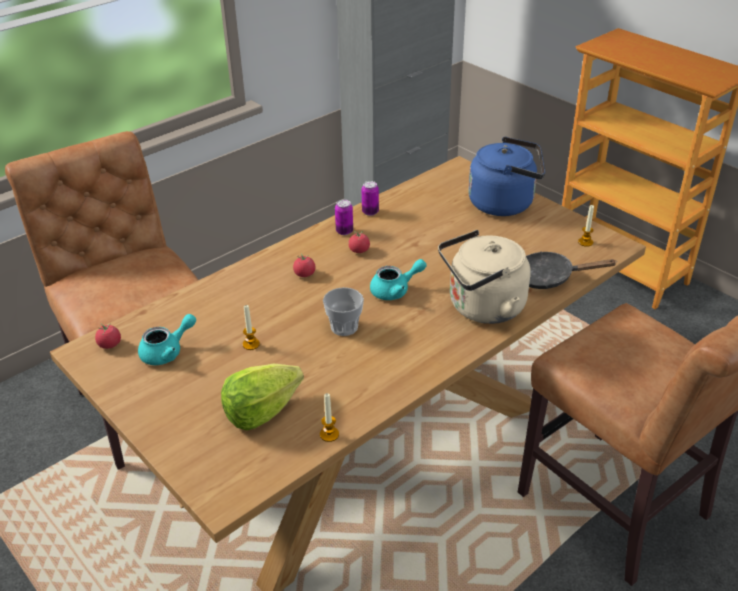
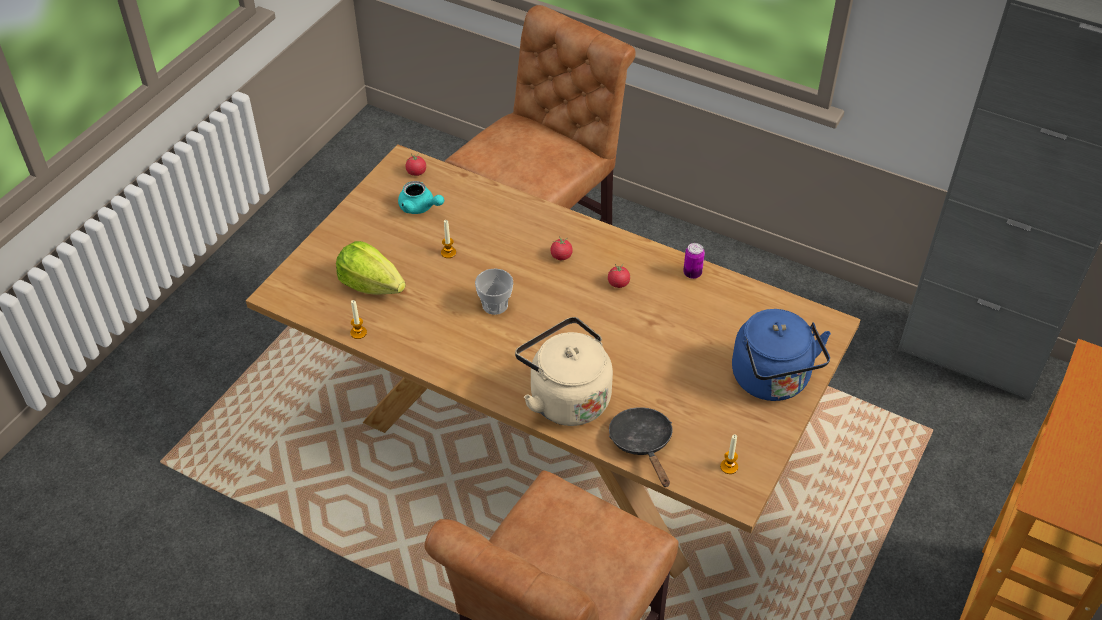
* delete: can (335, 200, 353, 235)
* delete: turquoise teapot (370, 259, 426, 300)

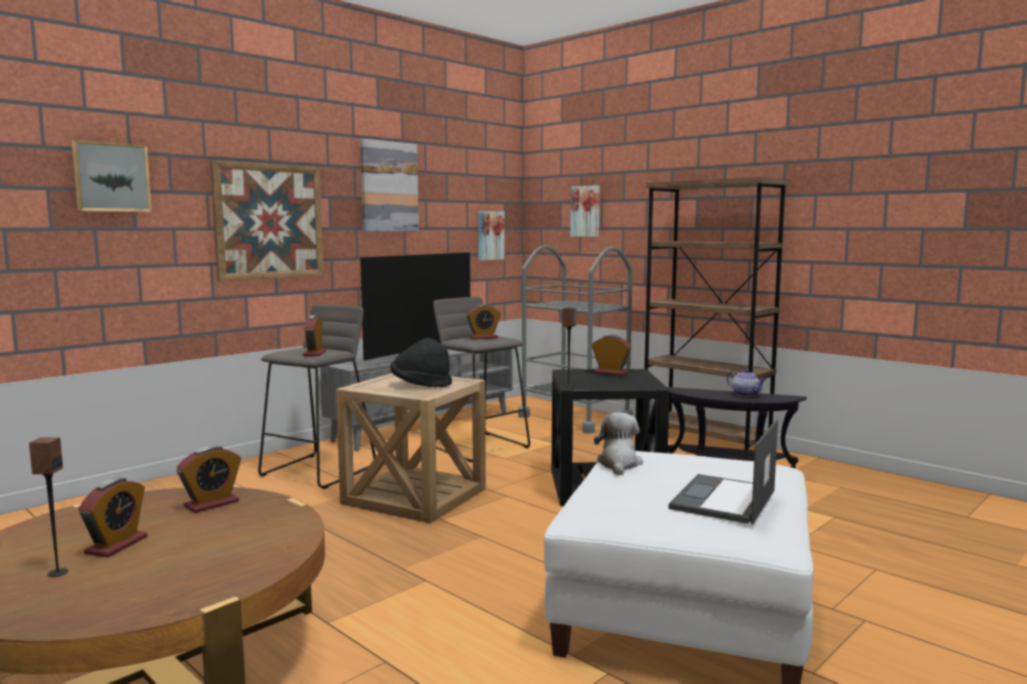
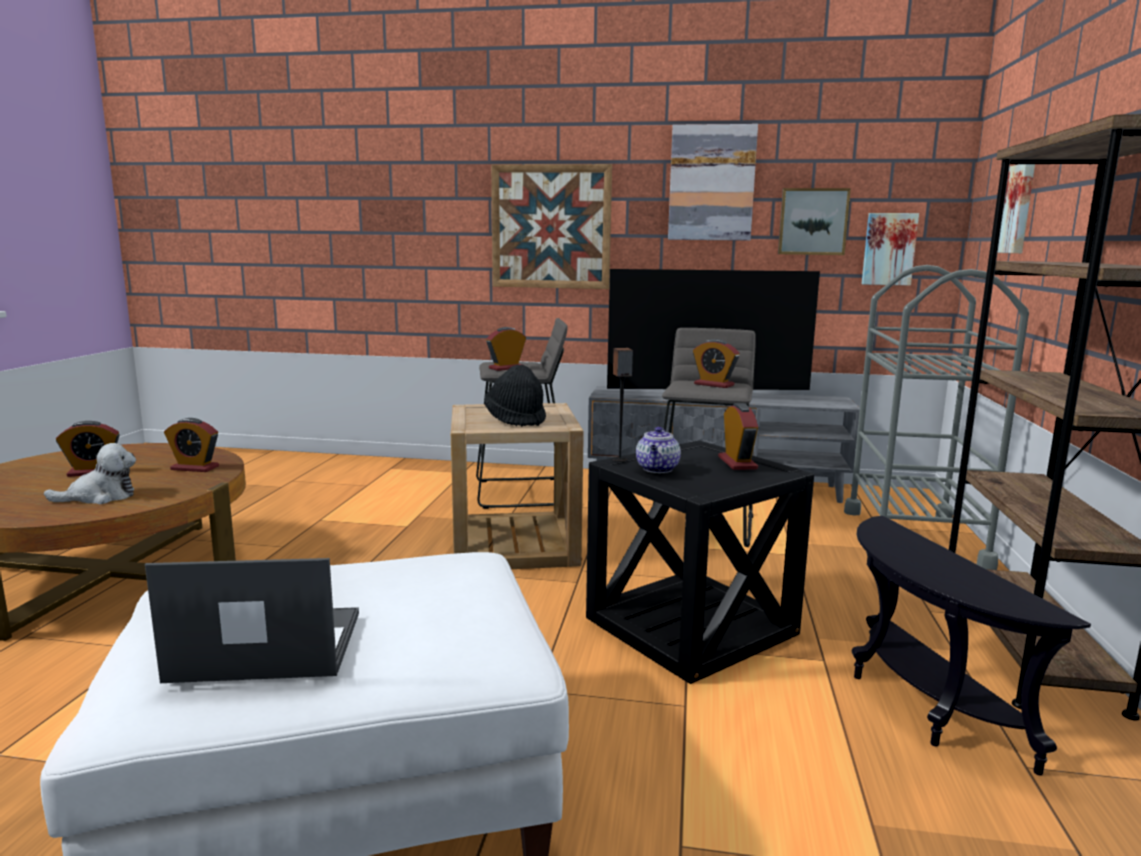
* delete: speaker (29, 437, 68, 577)
* move: picture (72, 140, 152, 212) to (778, 188, 851, 255)
* move: plush toy (594, 413, 643, 476) to (44, 443, 136, 504)
* move: teapot (727, 369, 766, 396) to (636, 427, 681, 473)

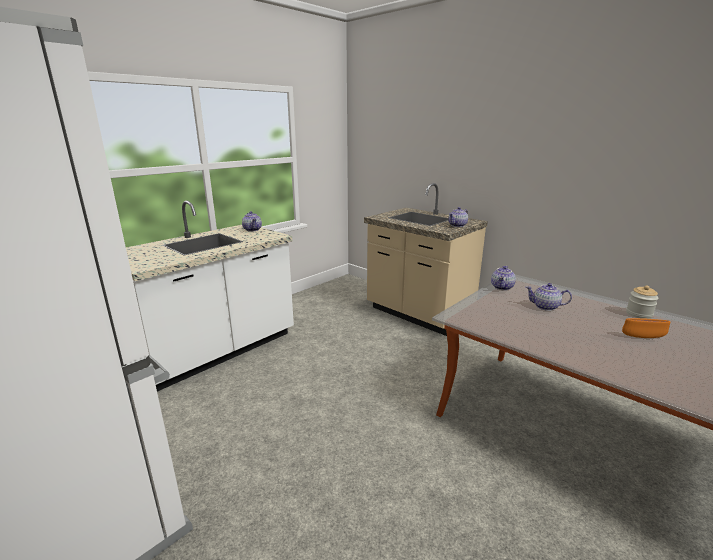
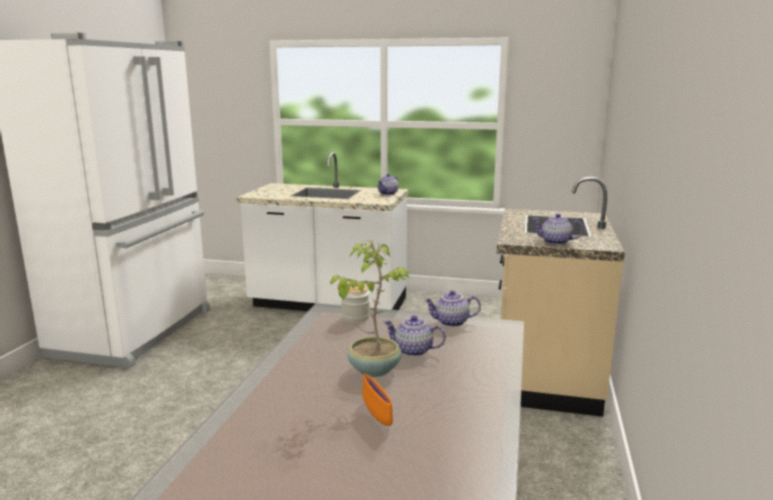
* rotate: teapot (526, 283, 572, 311) = (383, 316, 446, 357) 60 degrees counterclockwise
* move: jar (626, 285, 659, 319) to (341, 282, 370, 323)
* insert: potted plant (330, 240, 409, 377)

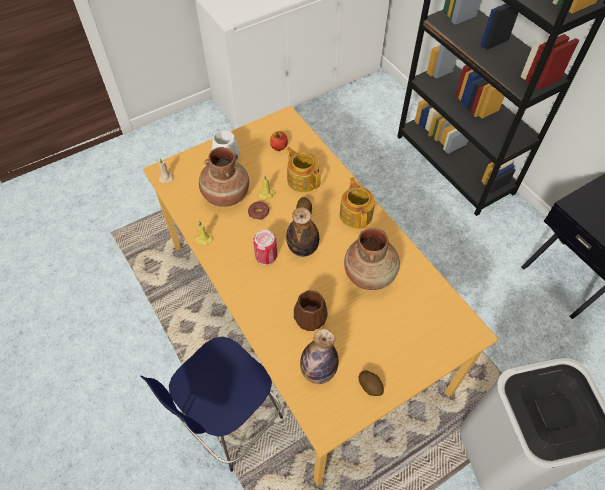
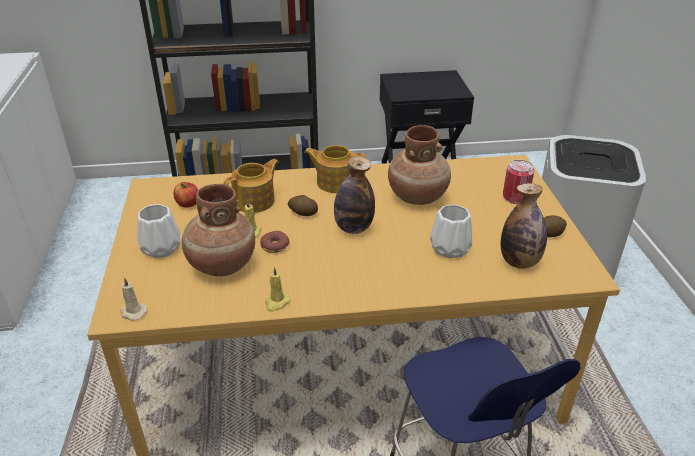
* move: can (253, 230, 277, 265) to (503, 160, 534, 204)
* rotate: teapot (286, 147, 321, 192) = (223, 159, 279, 213) 150 degrees clockwise
* recolor: brown vase (294, 290, 328, 331) to white vase (430, 205, 472, 258)

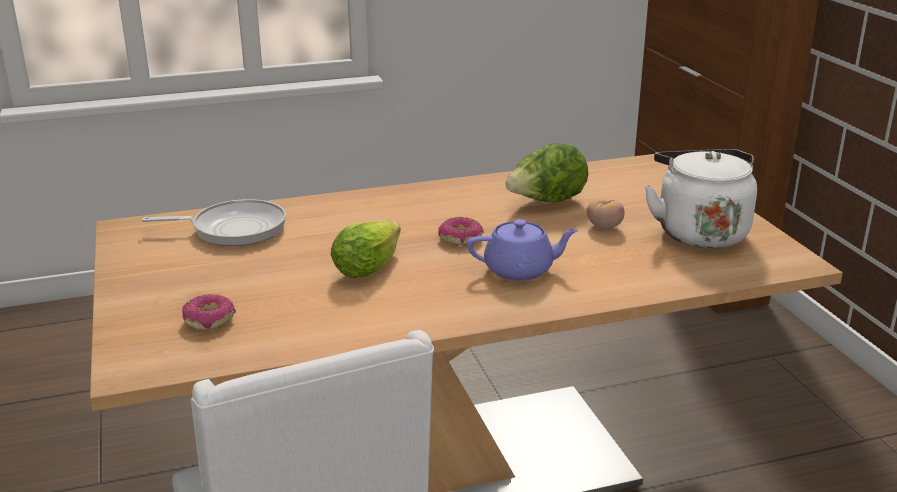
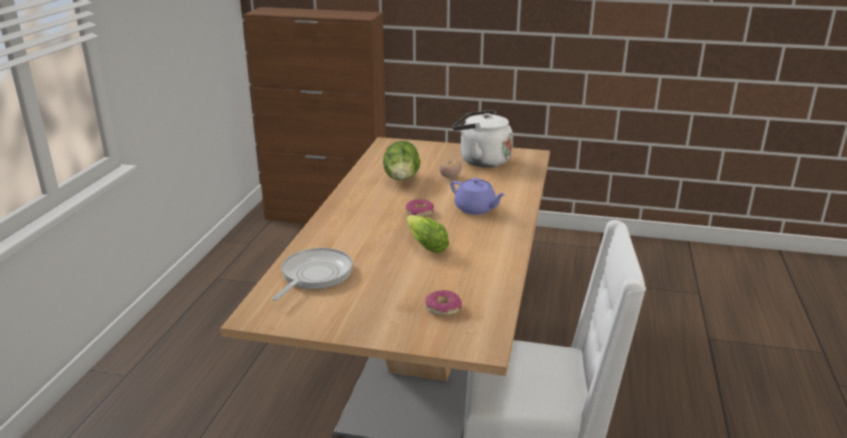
* rotate: purple teapot (467, 219, 579, 281) = (450, 178, 506, 215) 105 degrees clockwise

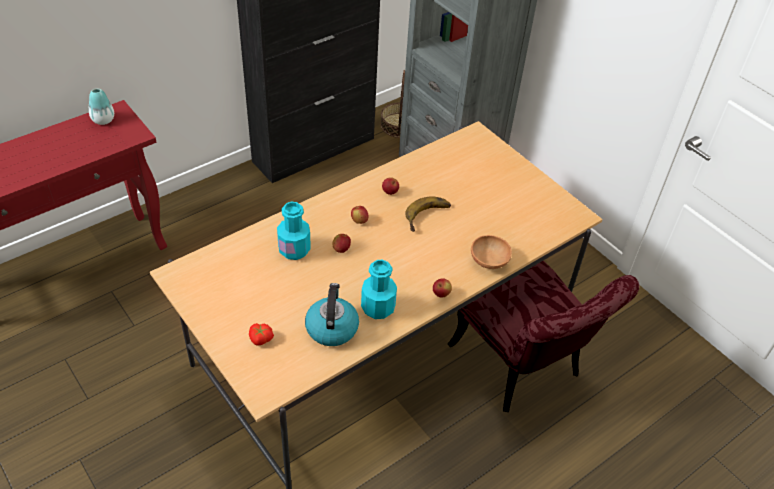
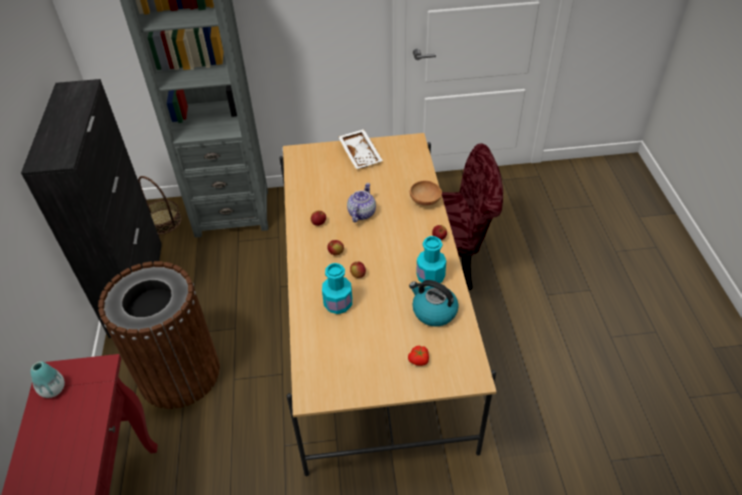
* replace: banana (405, 197, 451, 232) to teapot (347, 183, 376, 222)
* insert: brown trash can (98, 261, 220, 409)
* insert: white tray (338, 129, 383, 169)

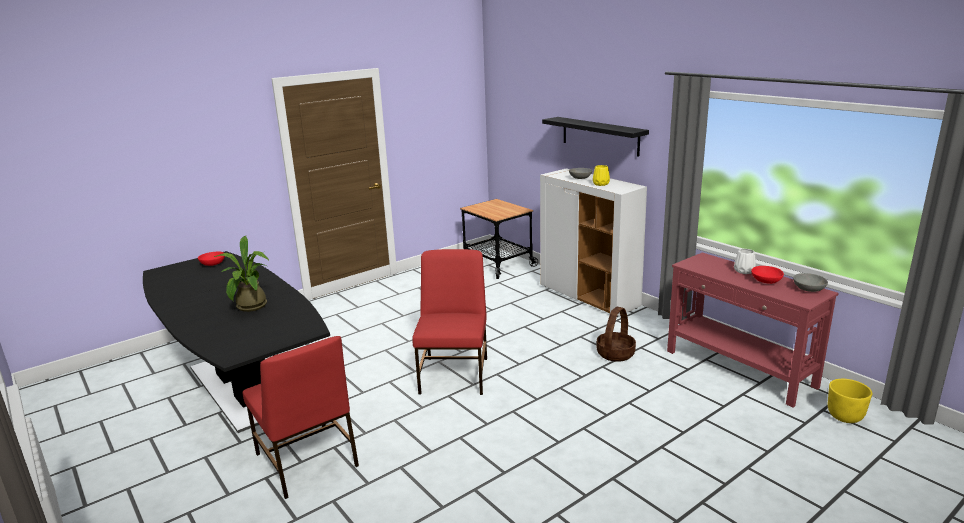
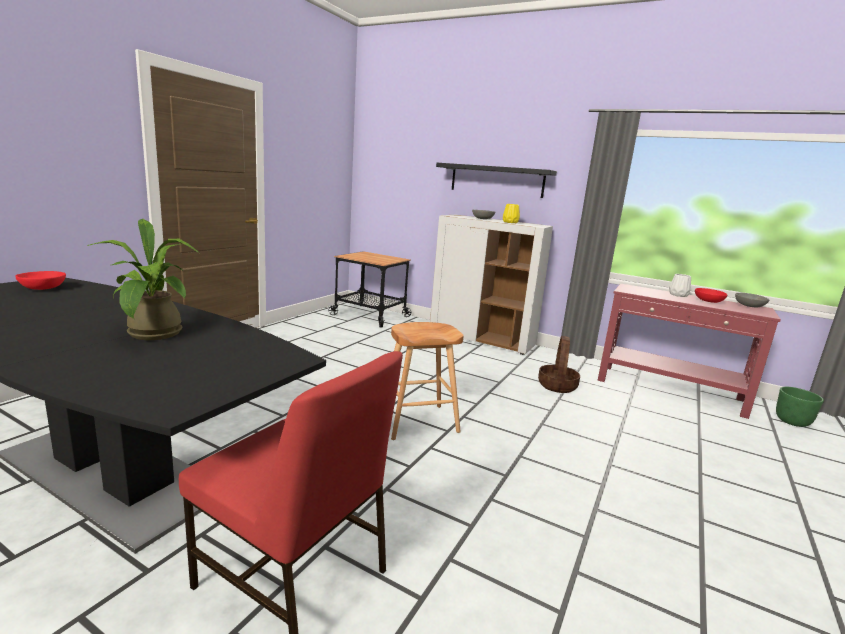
* replace: red chair (412, 249, 487, 395) to brown stool (391, 322, 464, 440)
* recolor: yellow planter (828, 379, 872, 423) to green planter (776, 387, 824, 427)

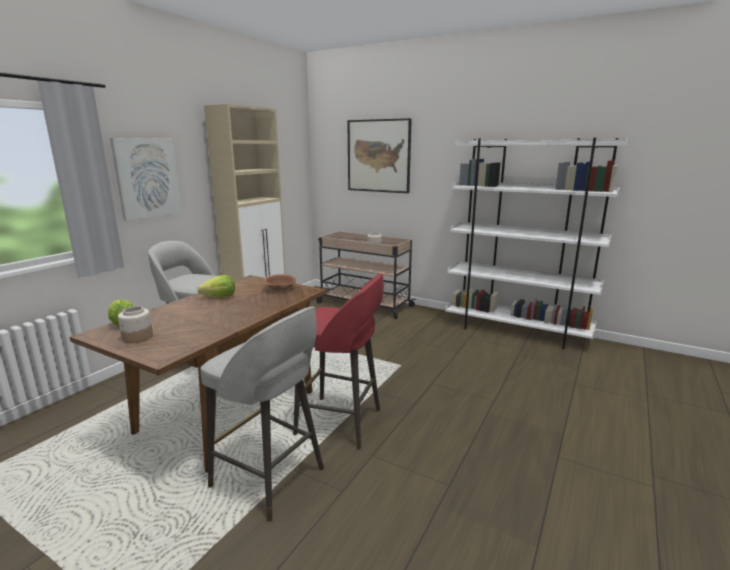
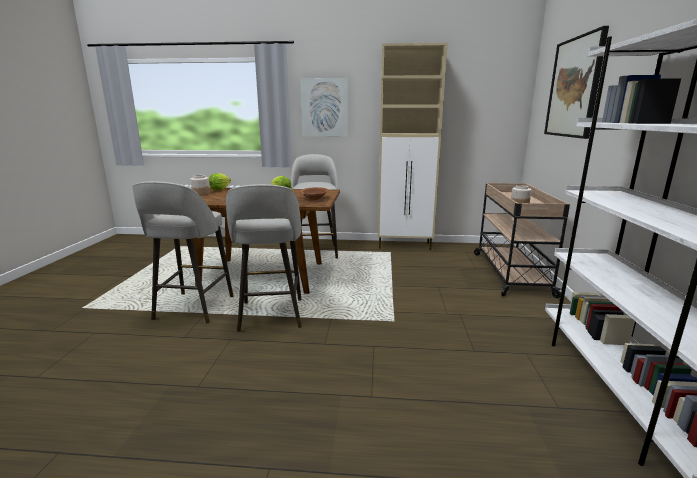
* recolor: red stool (293, 273, 384, 449) to grey stool (226, 184, 302, 332)

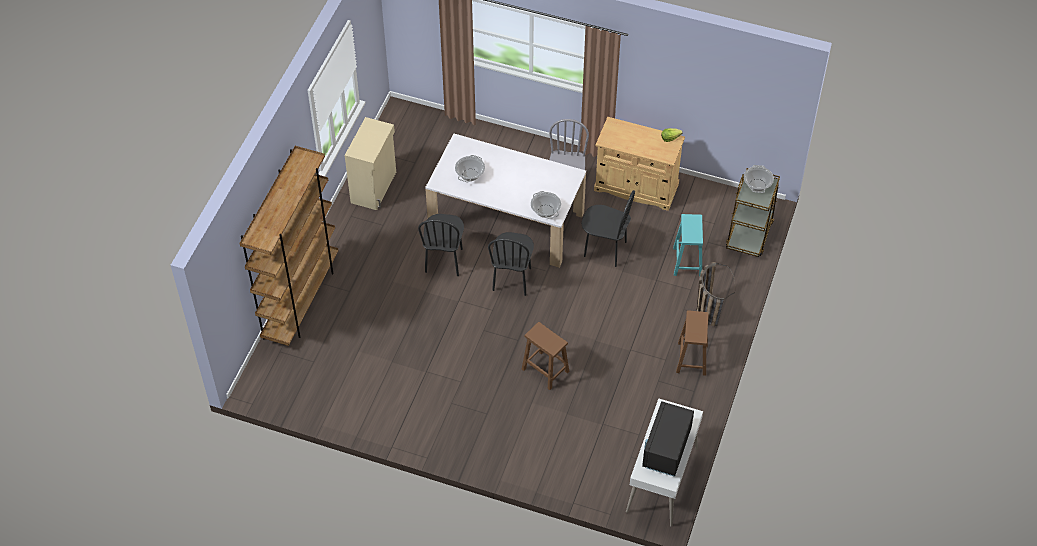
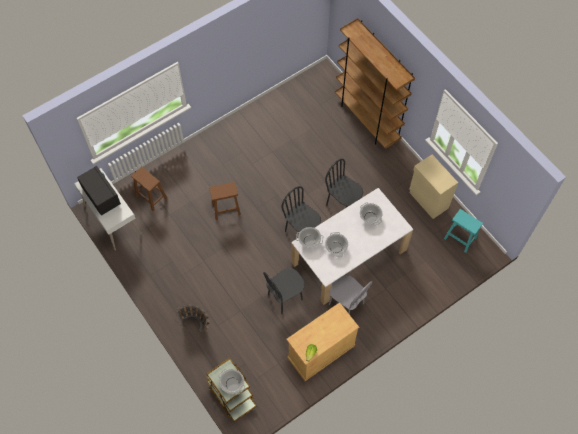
* move: turquoise stool (673, 214, 703, 276) to (444, 209, 483, 253)
* move: brown stool (676, 310, 708, 376) to (131, 167, 167, 211)
* insert: cooking pot (325, 232, 348, 257)

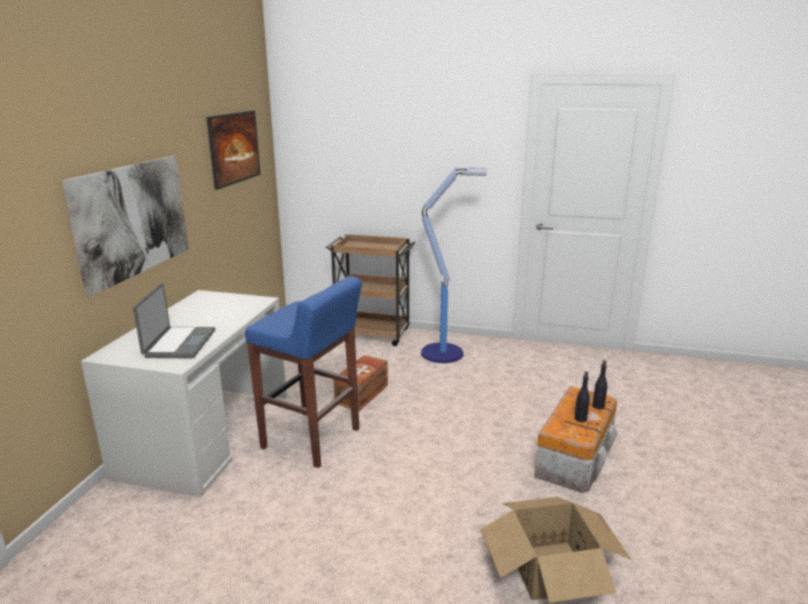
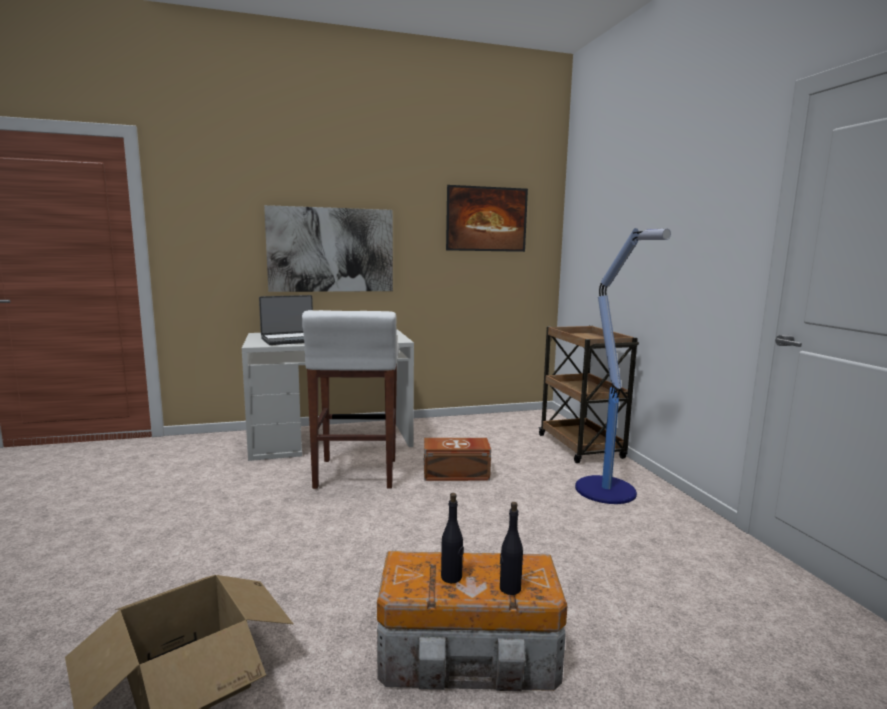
* recolor: blue stool (245, 276, 362, 468) to white stool (302, 310, 399, 489)

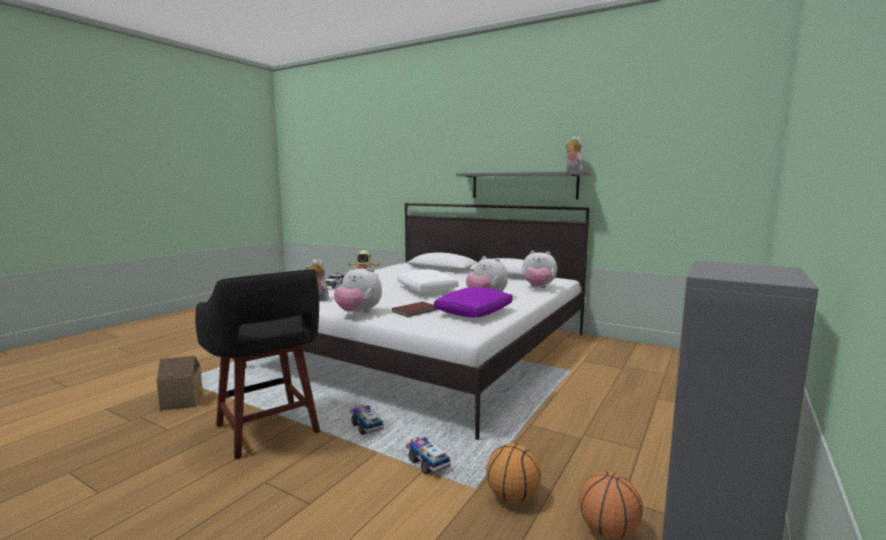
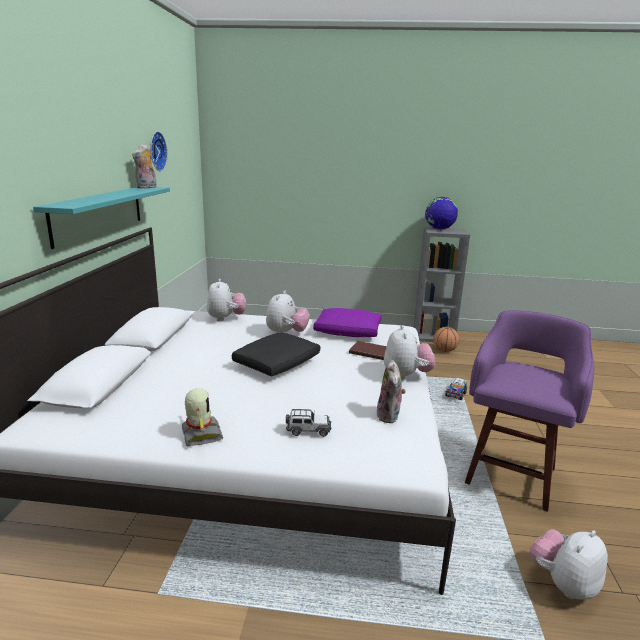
* replace: toy house (157, 356, 203, 411) to plush toy (530, 529, 608, 599)
* recolor: black stool (195, 269, 320, 460) to purple stool (465, 310, 594, 512)
* delete: toy truck (350, 404, 384, 435)
* recolor: white pillow (397, 269, 458, 293) to black pillow (232, 332, 320, 376)
* recolor: grey shelf (456, 171, 590, 199) to turquoise shelf (33, 187, 170, 249)
* delete: basketball (486, 444, 541, 503)
* insert: wall clock (150, 131, 167, 172)
* insert: globe (425, 197, 458, 229)

